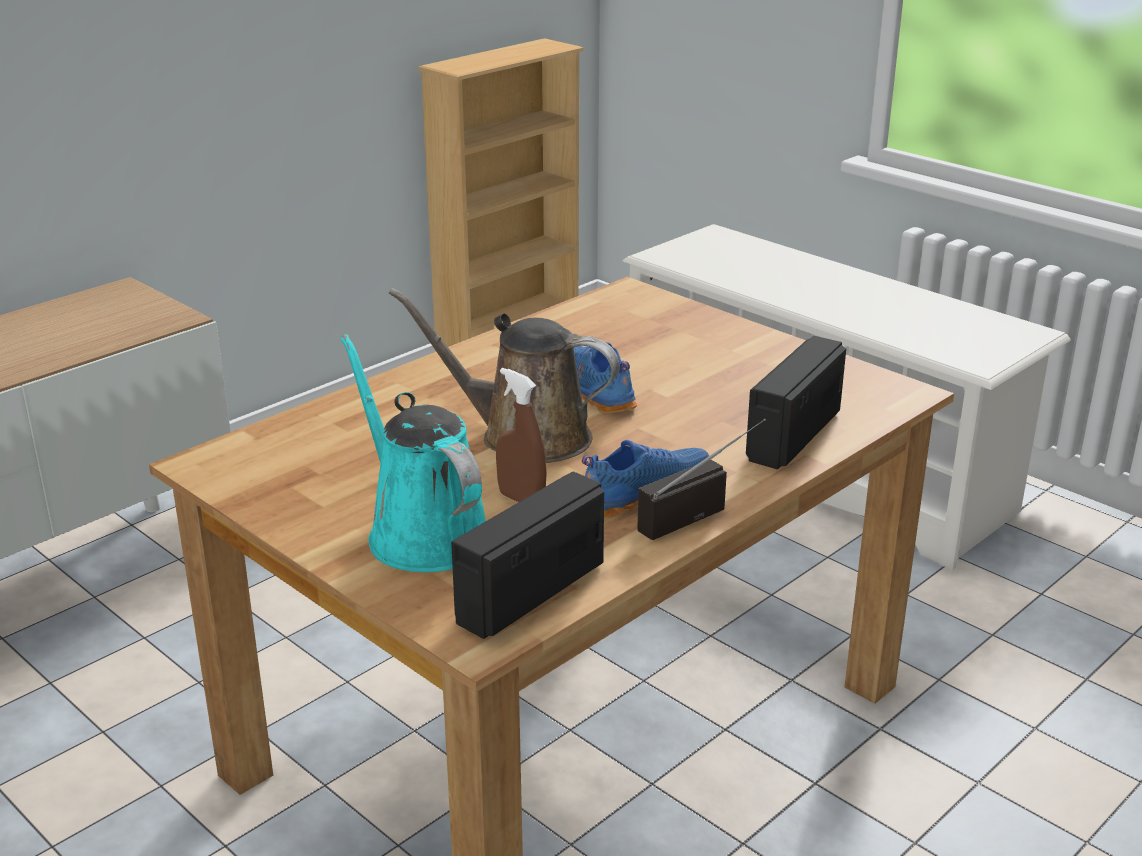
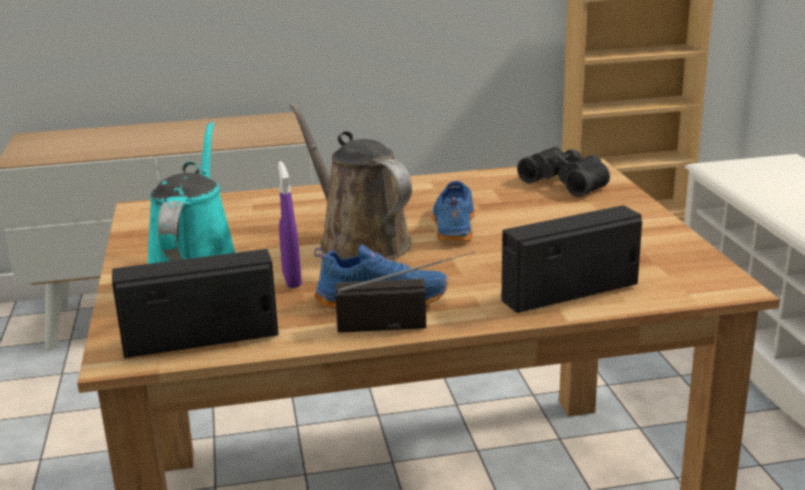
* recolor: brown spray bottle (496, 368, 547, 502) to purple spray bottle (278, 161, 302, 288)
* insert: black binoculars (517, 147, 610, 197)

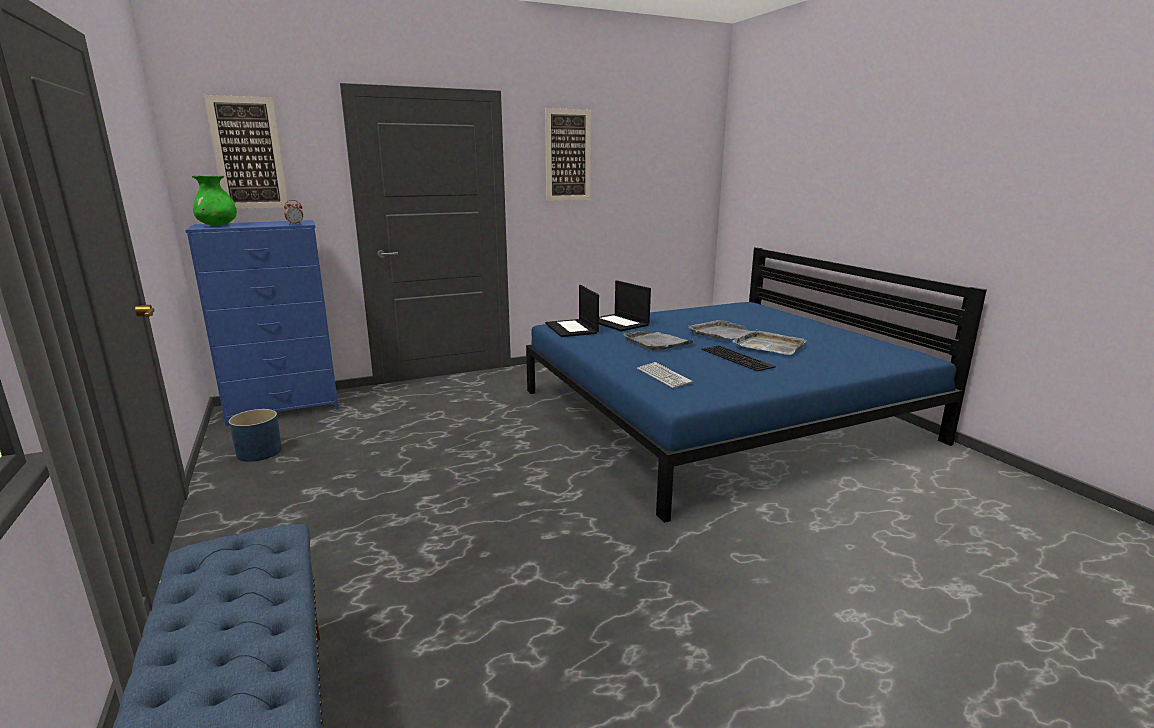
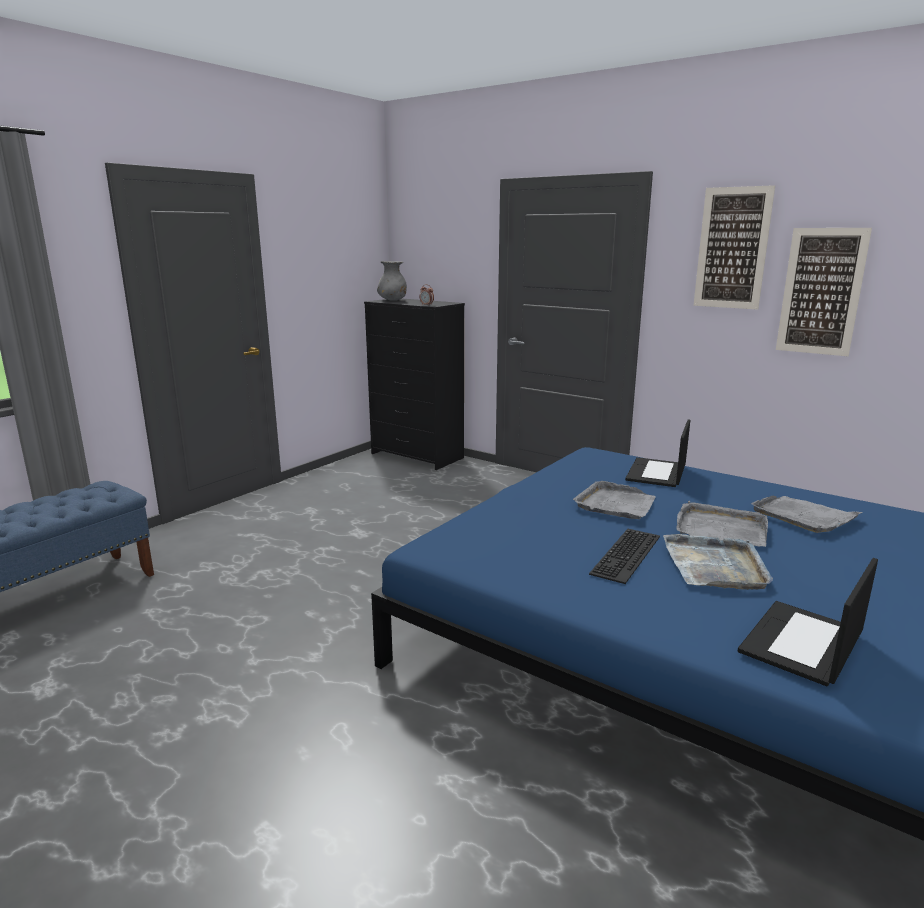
* recolor: blue dresser (185, 220, 339, 426) to black dresser (364, 299, 465, 470)
* recolor: green vase (192, 175, 237, 226) to grey vase (377, 261, 407, 301)
* move: picture (204, 95, 288, 209) to (776, 228, 872, 356)
* delete: blue planter (229, 409, 282, 462)
* move: laptop (545, 285, 599, 337) to (738, 558, 878, 686)
* delete: keyboard (637, 362, 692, 388)
* insert: grey tray (751, 496, 863, 533)

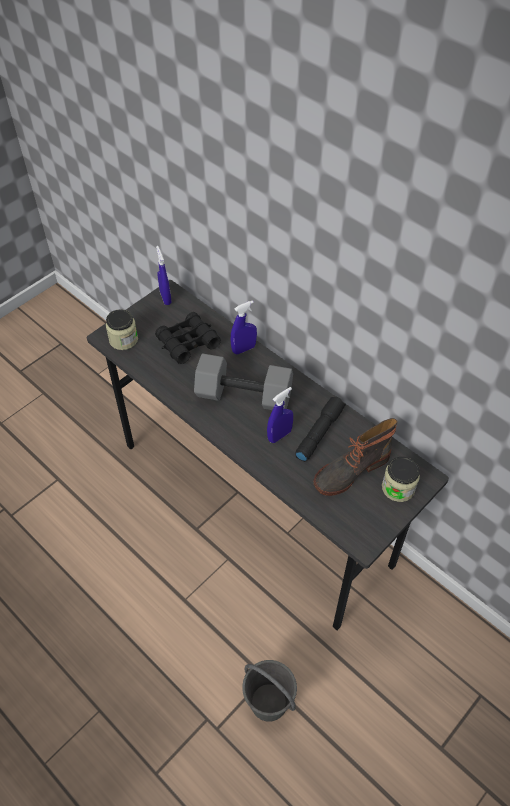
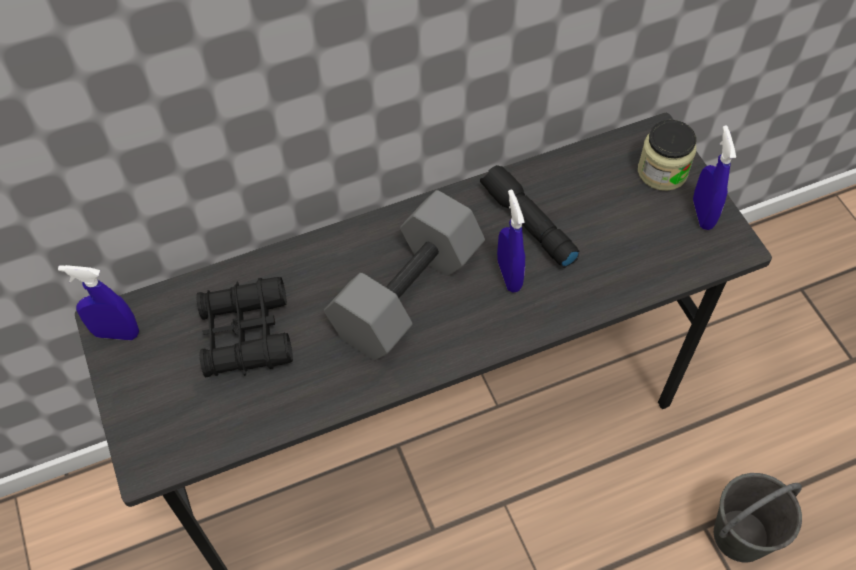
* delete: jar (106, 309, 138, 350)
* move: blue spray bottle (231, 300, 257, 354) to (693, 125, 736, 230)
* delete: boot (314, 418, 398, 496)

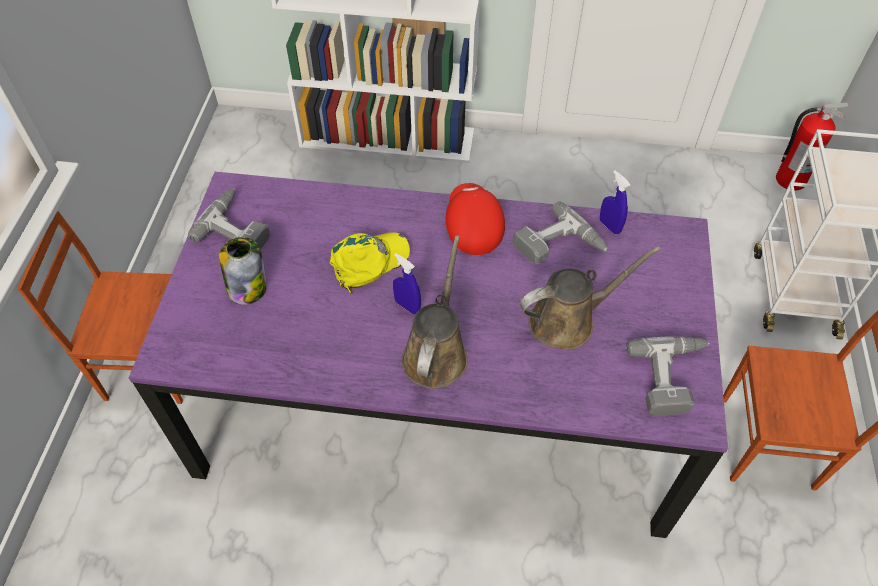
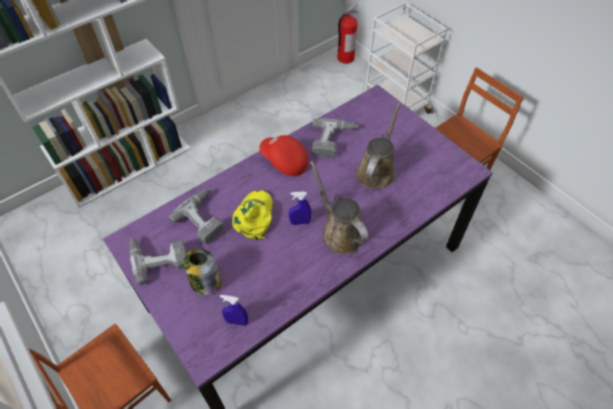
* move: blue spray bottle (600, 170, 630, 234) to (220, 295, 248, 326)
* move: power drill (627, 336, 710, 416) to (169, 188, 224, 244)

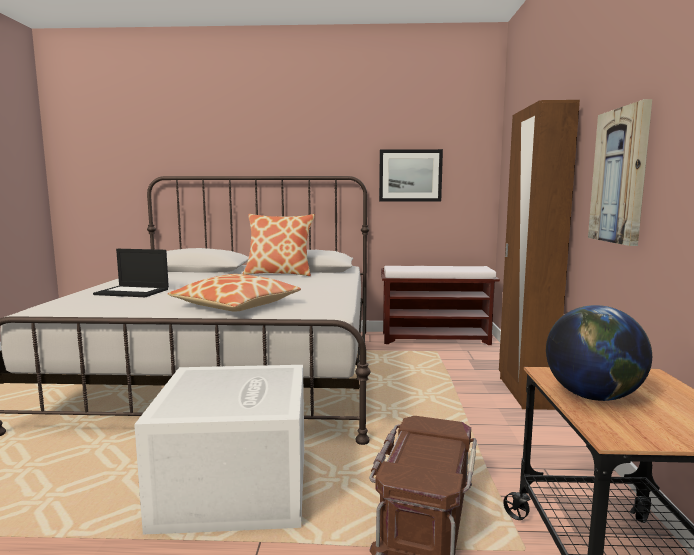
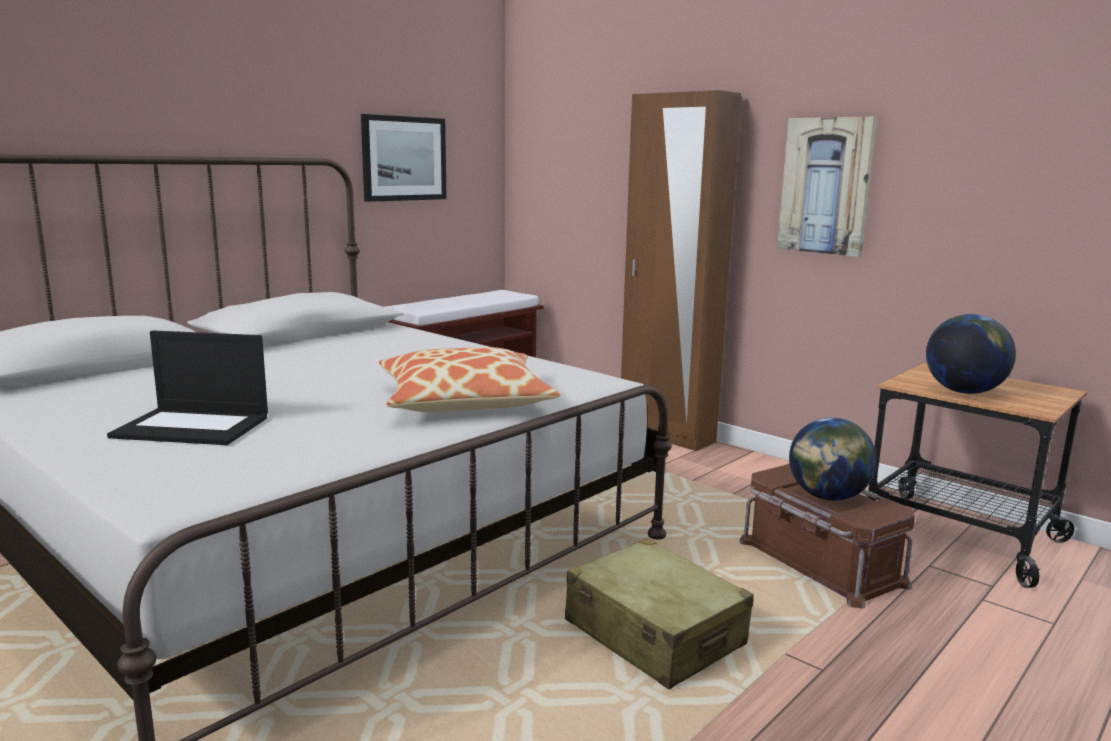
* rotate: laptop (93, 249, 169, 297) = (107, 330, 268, 445) 45 degrees clockwise
* replace: white storage box (134, 365, 304, 534) to beige suitcase (565, 539, 754, 689)
* delete: pillow (243, 214, 315, 276)
* insert: globe (789, 418, 877, 501)

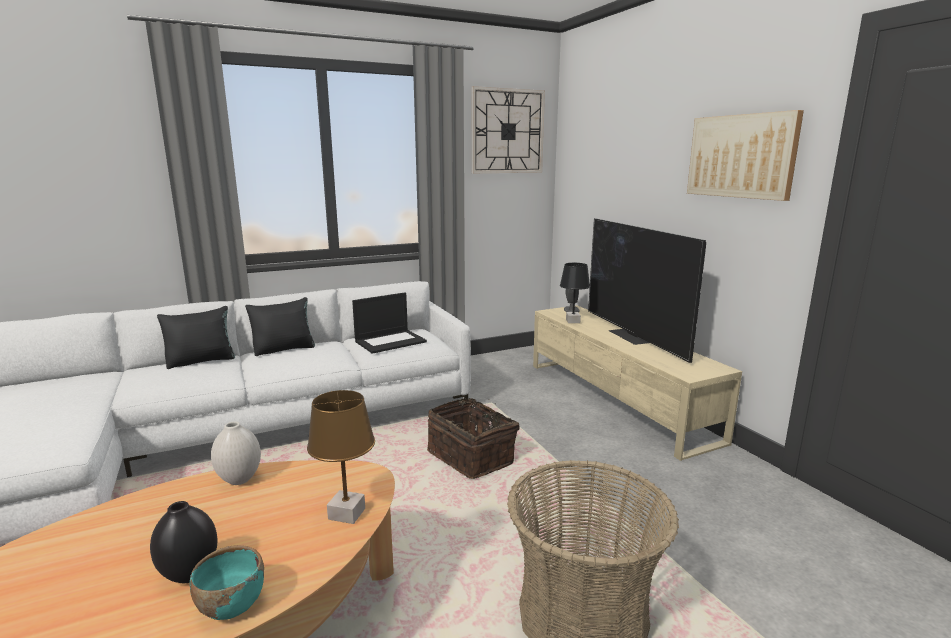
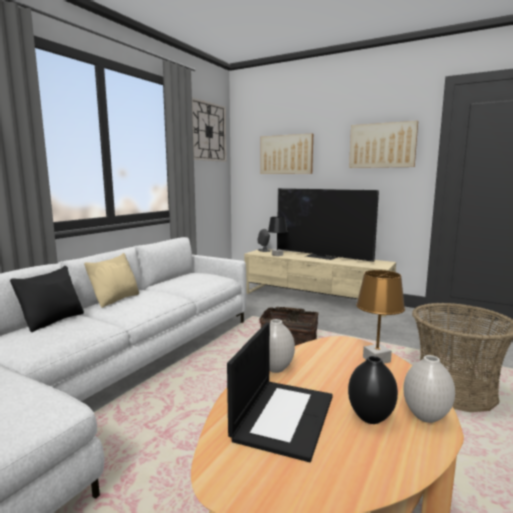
* replace: turquoise bowl (190, 545, 264, 620) to white vase (403, 355, 455, 423)
* recolor: black pillow (245, 297, 315, 356) to beige pillow (84, 253, 139, 308)
* move: laptop (352, 292, 427, 354) to (227, 322, 333, 462)
* insert: picture (261, 133, 313, 174)

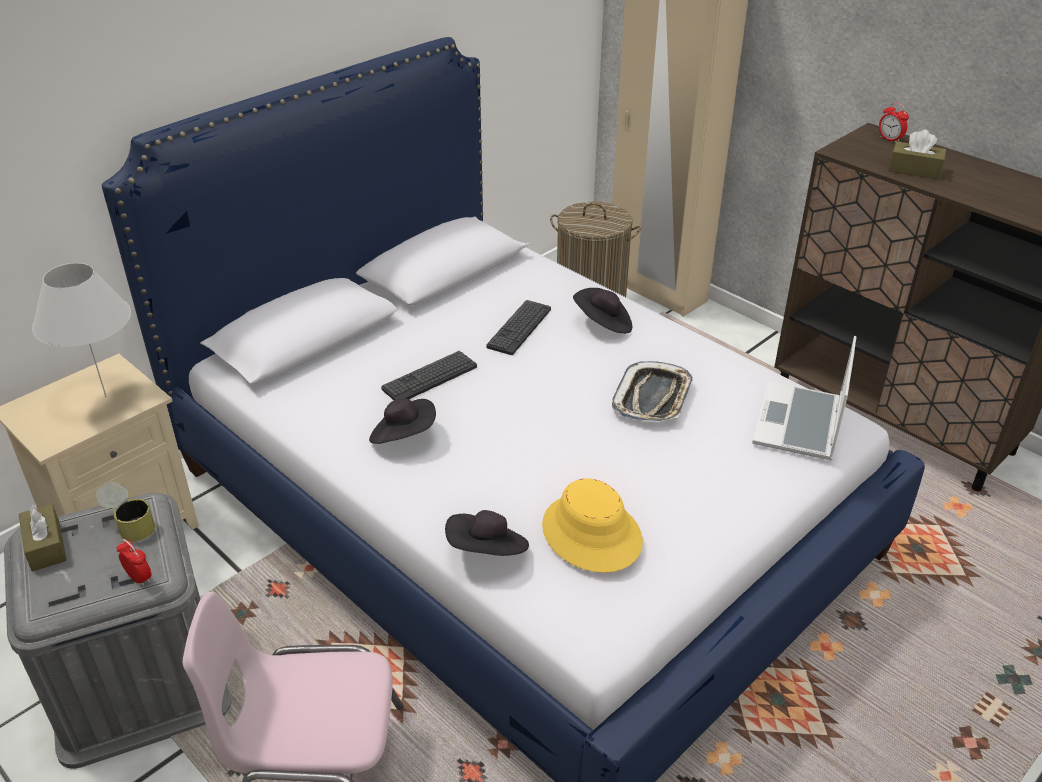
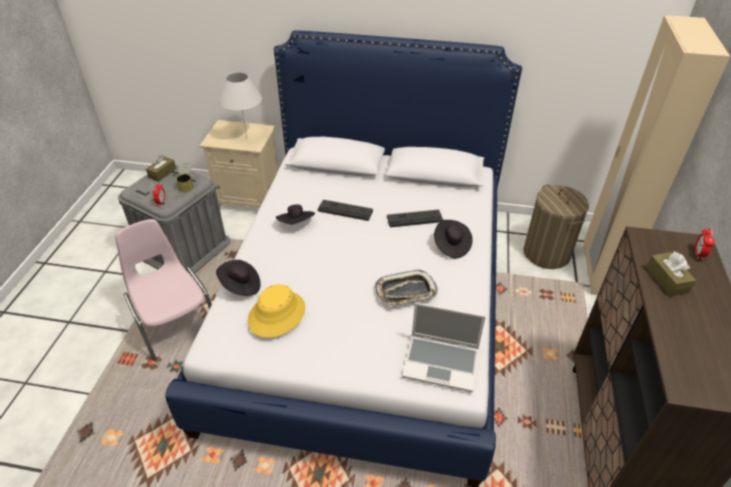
* rotate: laptop (752, 336, 856, 460) = (402, 303, 486, 392) 150 degrees counterclockwise

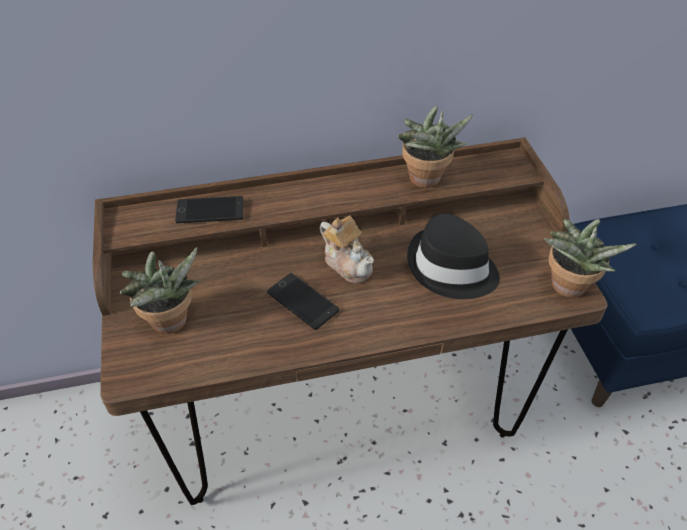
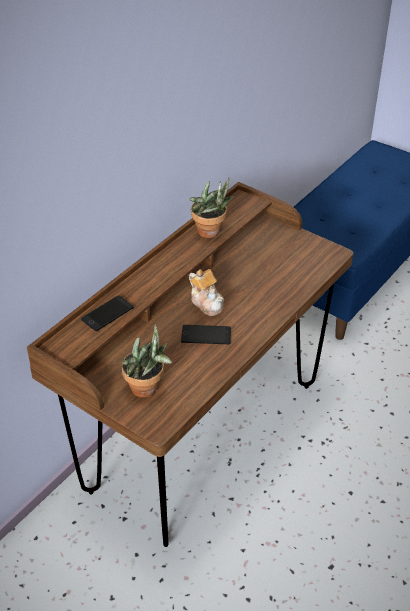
* rotate: teapot (320, 216, 374, 284) = (189, 269, 224, 316) 45 degrees clockwise
* delete: black hat (407, 213, 500, 299)
* delete: potted plant (544, 219, 637, 298)

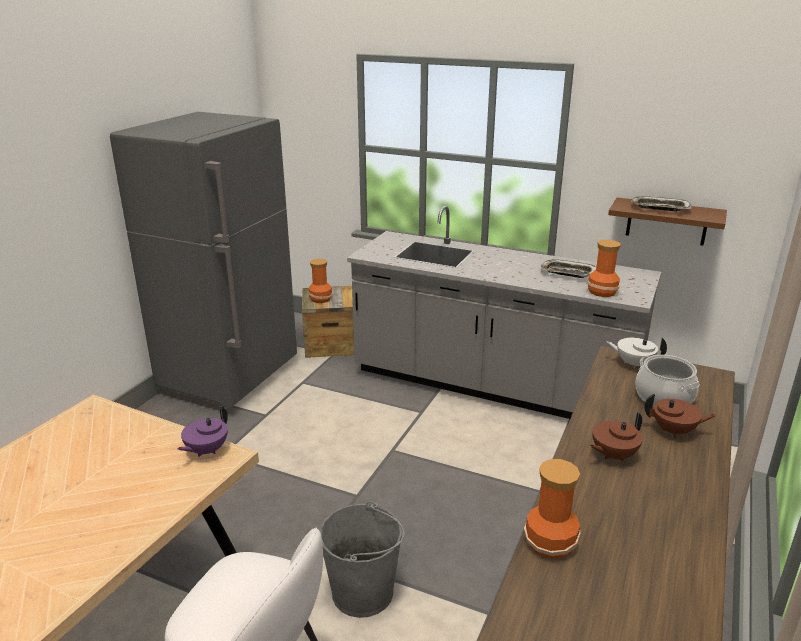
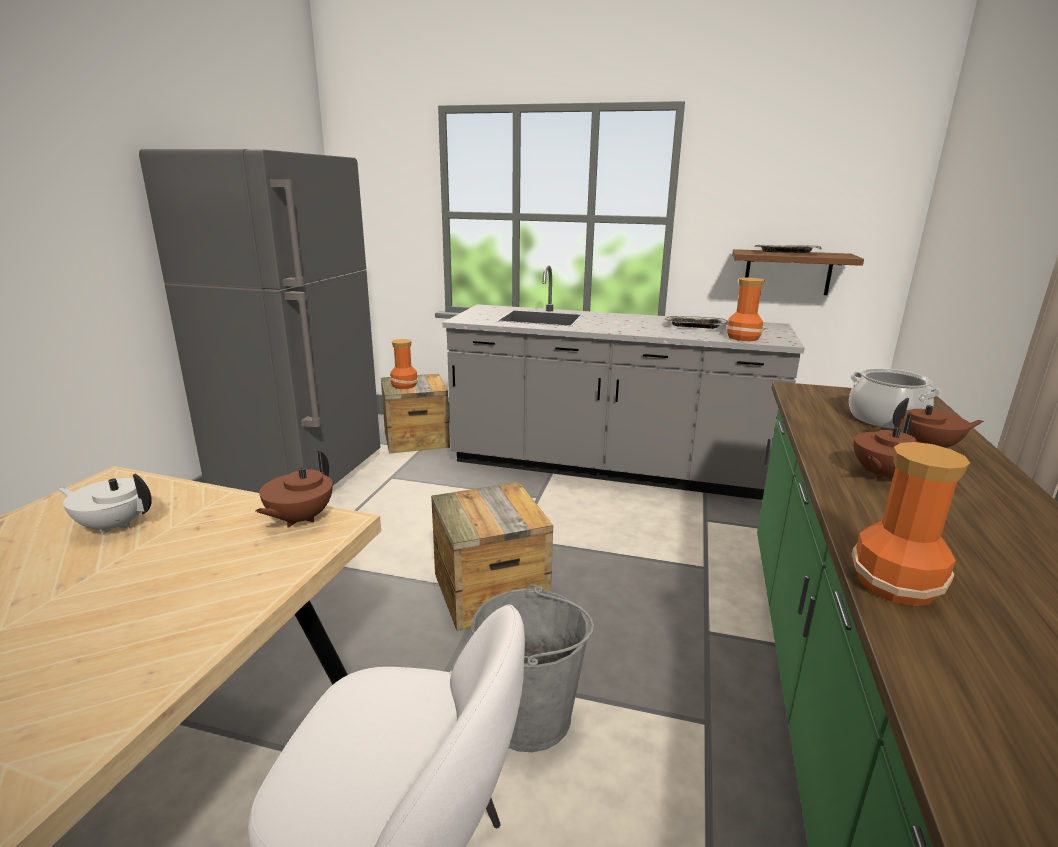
* recolor: purple teapot (177, 406, 228, 457) to brown teapot (255, 451, 333, 528)
* move: white teapot (606, 338, 667, 369) to (58, 473, 152, 535)
* insert: crate (431, 482, 553, 631)

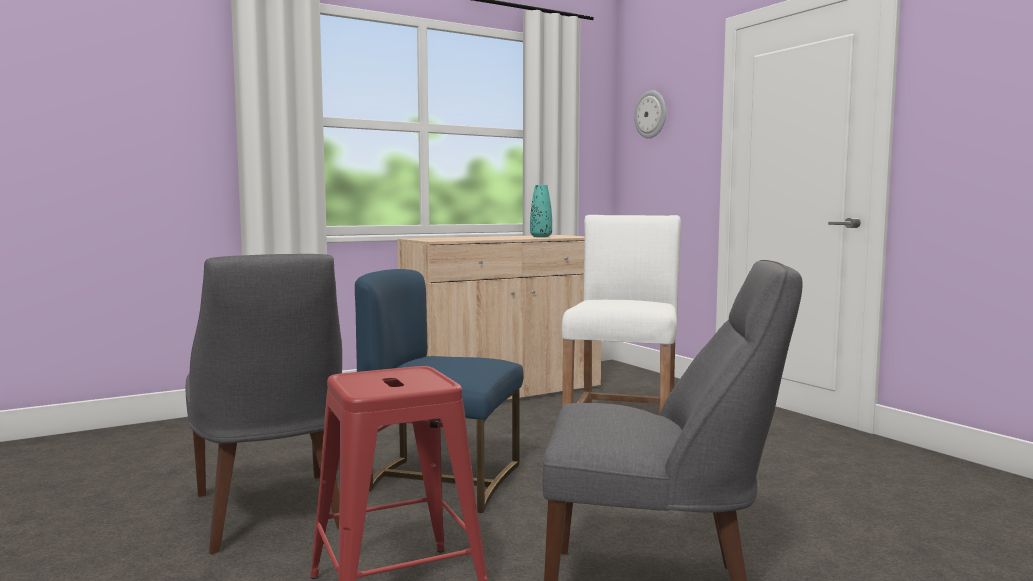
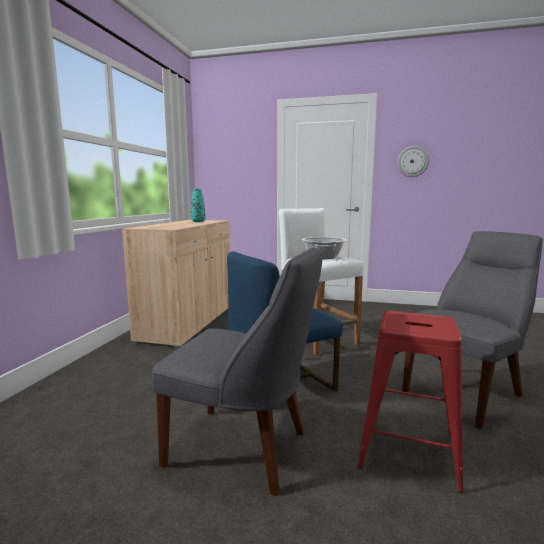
* move: wall clock (634, 90, 666, 139) to (397, 146, 429, 177)
* insert: cooking pot (302, 237, 347, 259)

